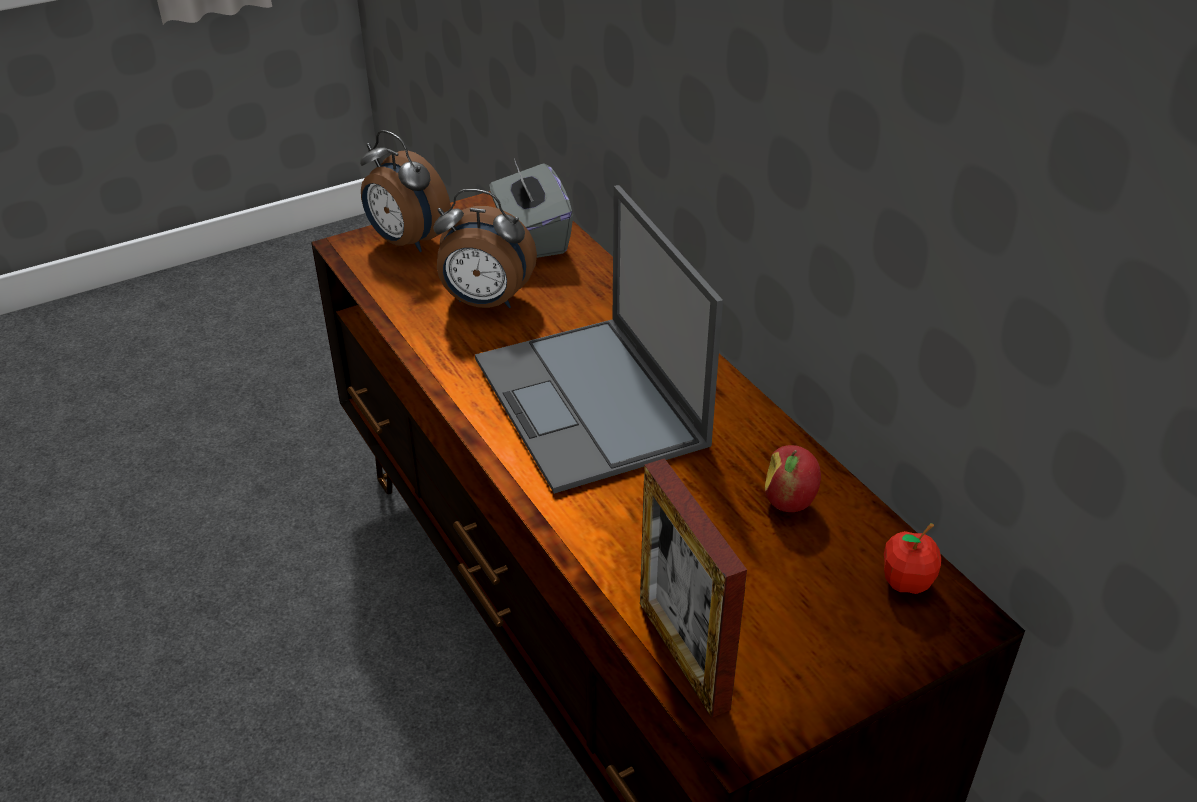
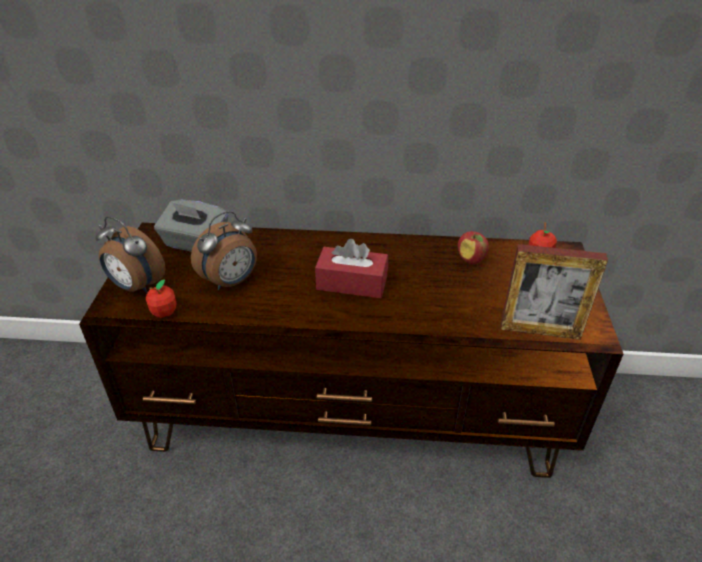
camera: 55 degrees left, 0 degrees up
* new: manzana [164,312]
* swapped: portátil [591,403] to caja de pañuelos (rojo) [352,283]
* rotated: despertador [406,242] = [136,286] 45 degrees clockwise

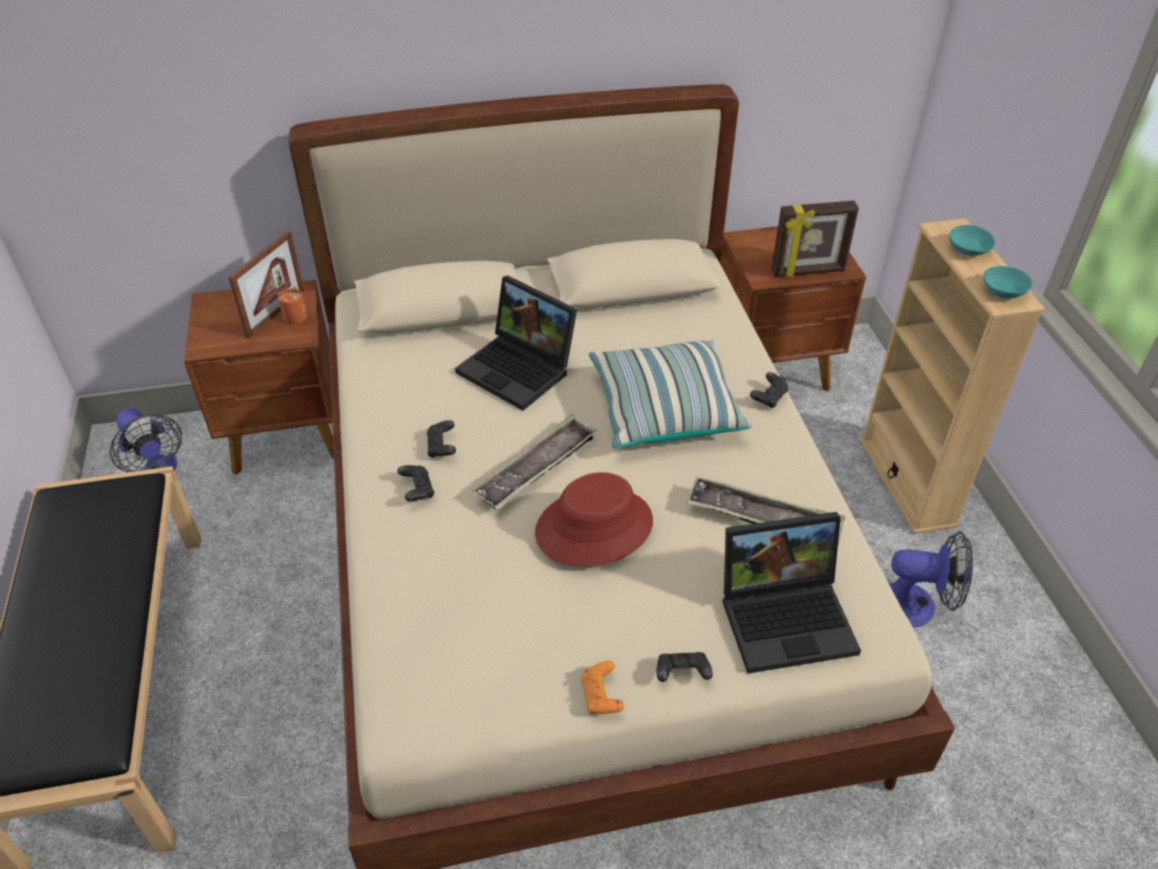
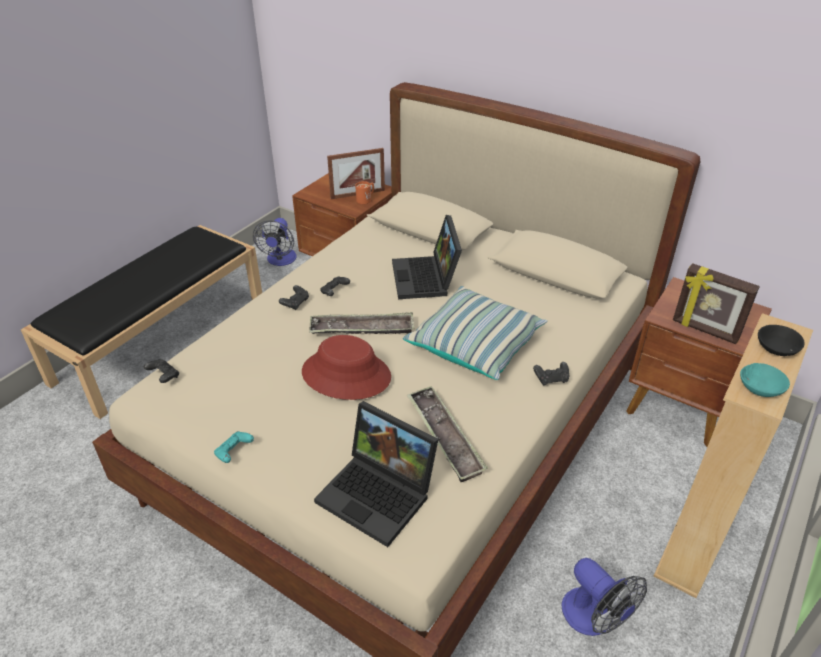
camera: 45 degrees right, 5 degrees down
* shifted: mando de consola (negro) [682,673] to [164,376]
* repainted: mando de consola (naranja) [601,696] to mando de consola (turquesa) [234,452]
* repainted: cuenco (turquesa) [967,249] to cuenco (negro) [776,347]

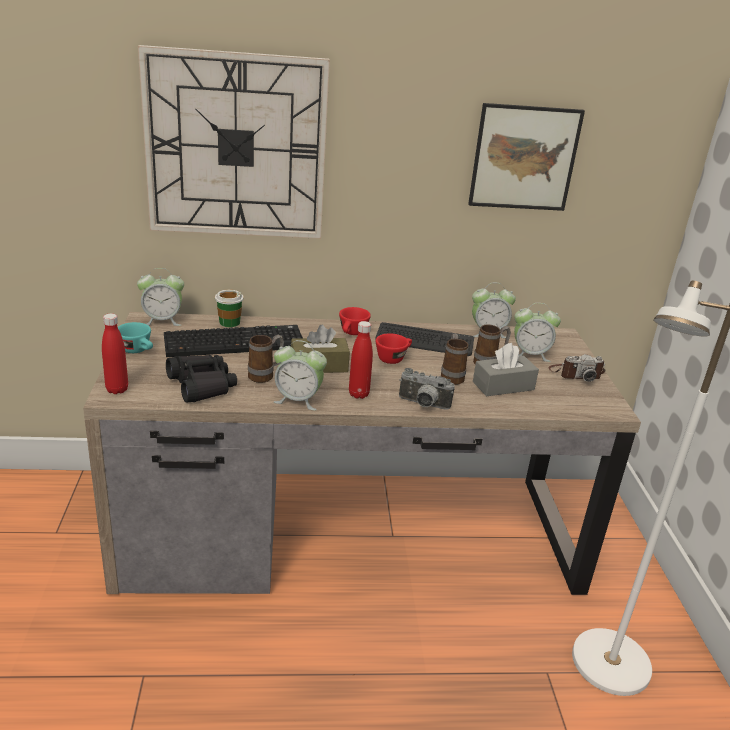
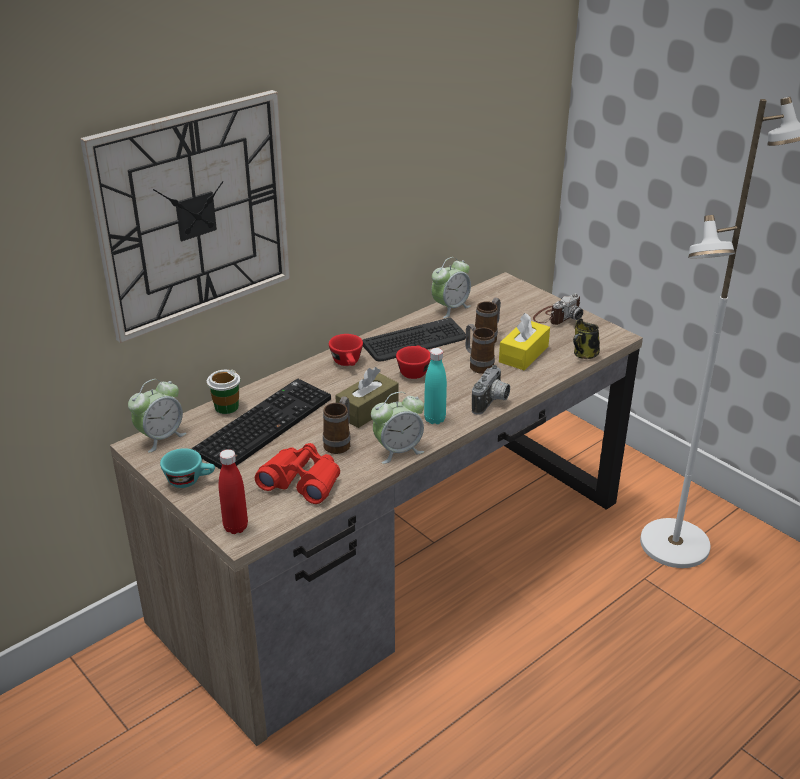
camera: 35 degrees left, 5 degrees up
* gone: cuadro [524,158]
* gone: despertador [530,355]
* new: taza grande [584,355]
* repainted: prismáticos (negro) [202,385] to prismáticos (rojo) [302,482]
* repainted: botella (rojo) [358,394] to botella (turquesa) [434,419]
* repainted: caja de pañuelos (gris) [503,386] to caja de pañuelos (amarillo) [523,354]
* rotated: cámara [423,405] = [492,403] 45 degrees counterclockwise

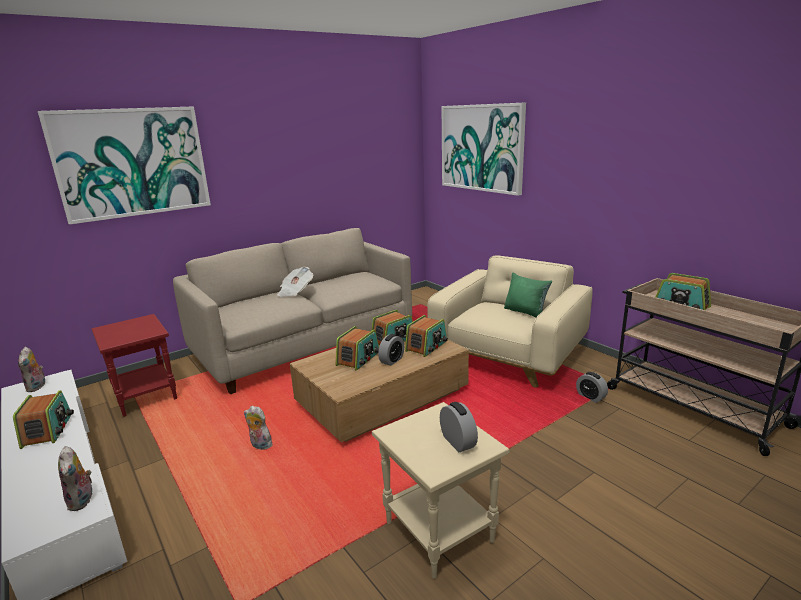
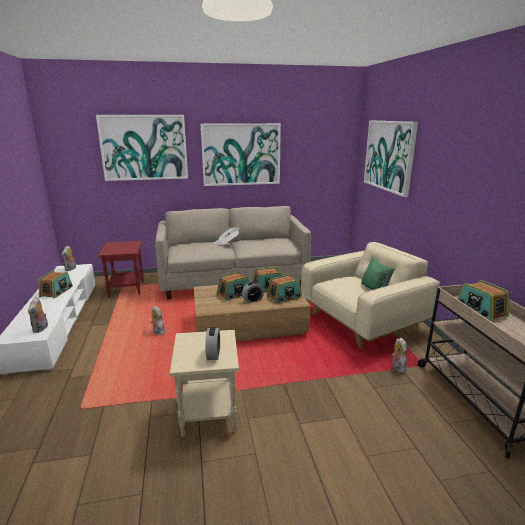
camera: 25 degrees right, 0 degrees up
* new: cuadro [241,154]
* swapped: despertador [590,397] to peluche [397,367]

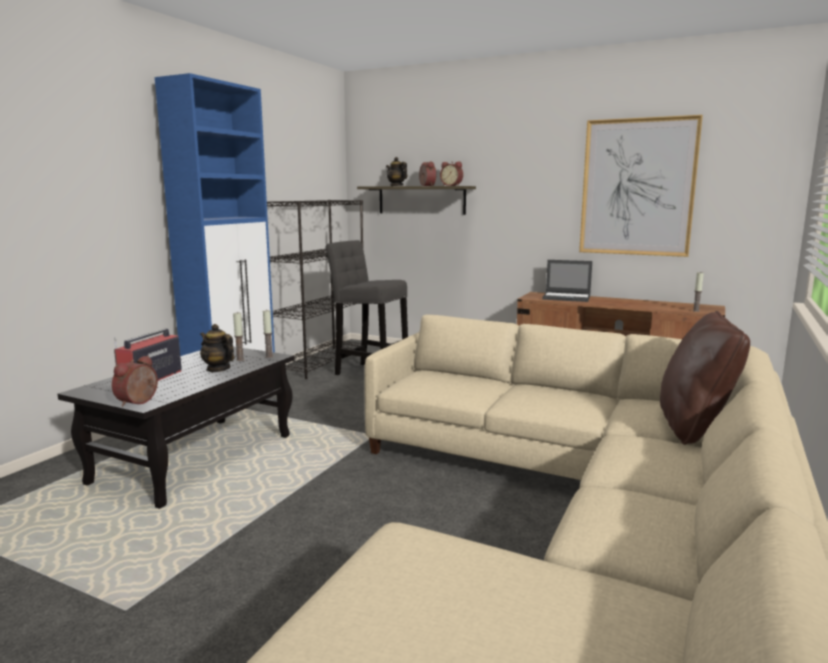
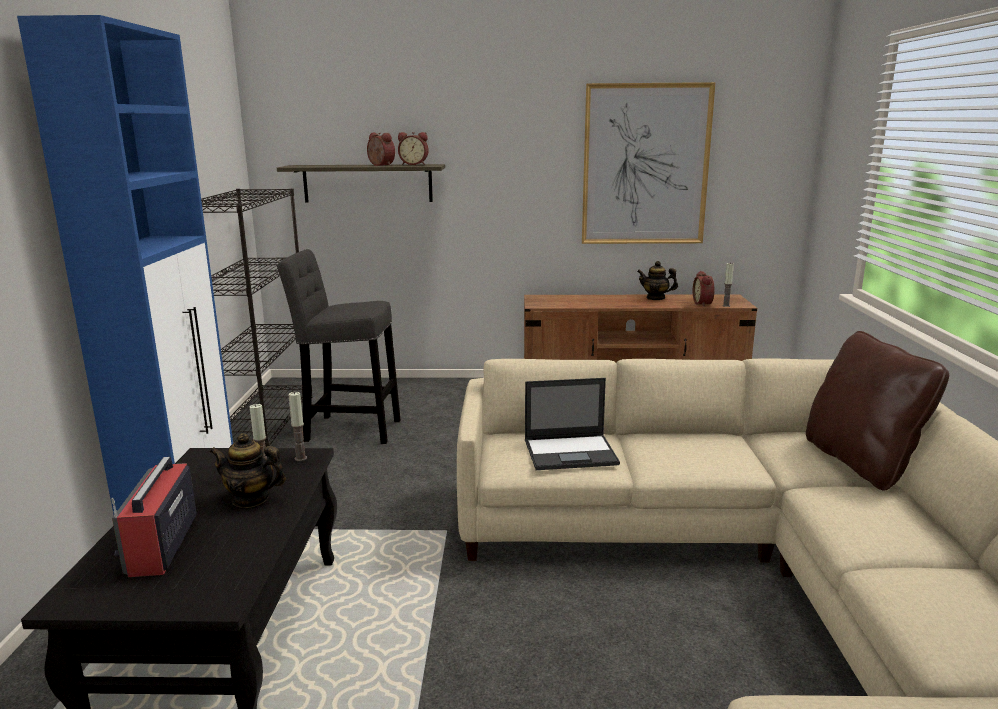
camera: 25 degrees left, 5 degrees up
* shifted: despertador [139,402] to [704,304]
* shifted: tetera [396,186] to [655,298]
* shifted: portátil [567,297] to [571,452]

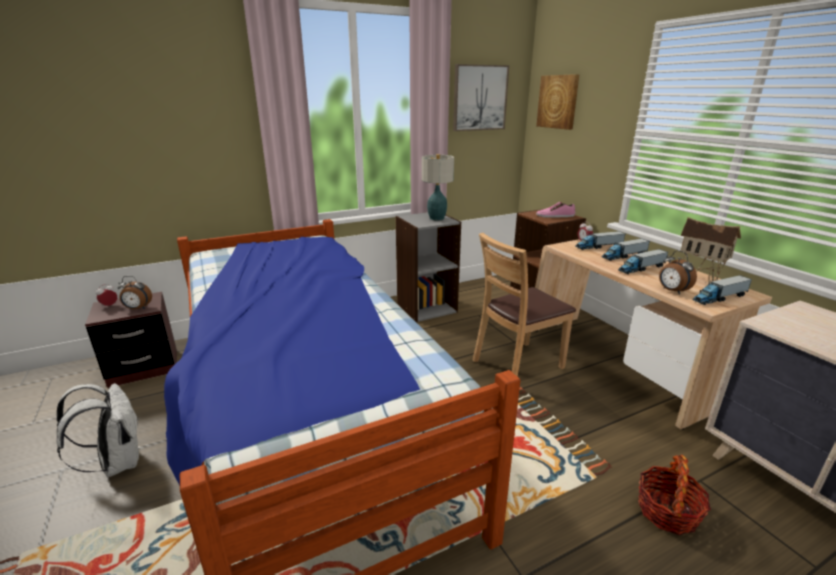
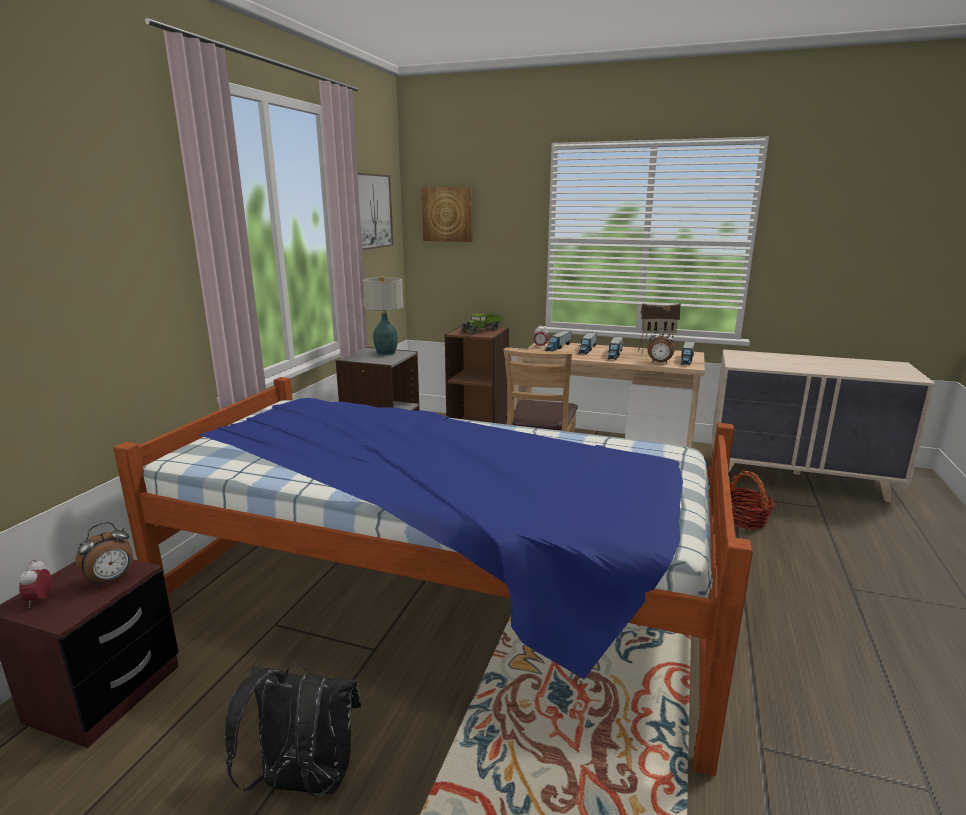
camera: 45 degrees left, 5 degrees down
* swapped: zapato [555,216] to camión de juguete [482,330]
* repainted: mochila (blanco) [117,462] to mochila (negro) [303,782]

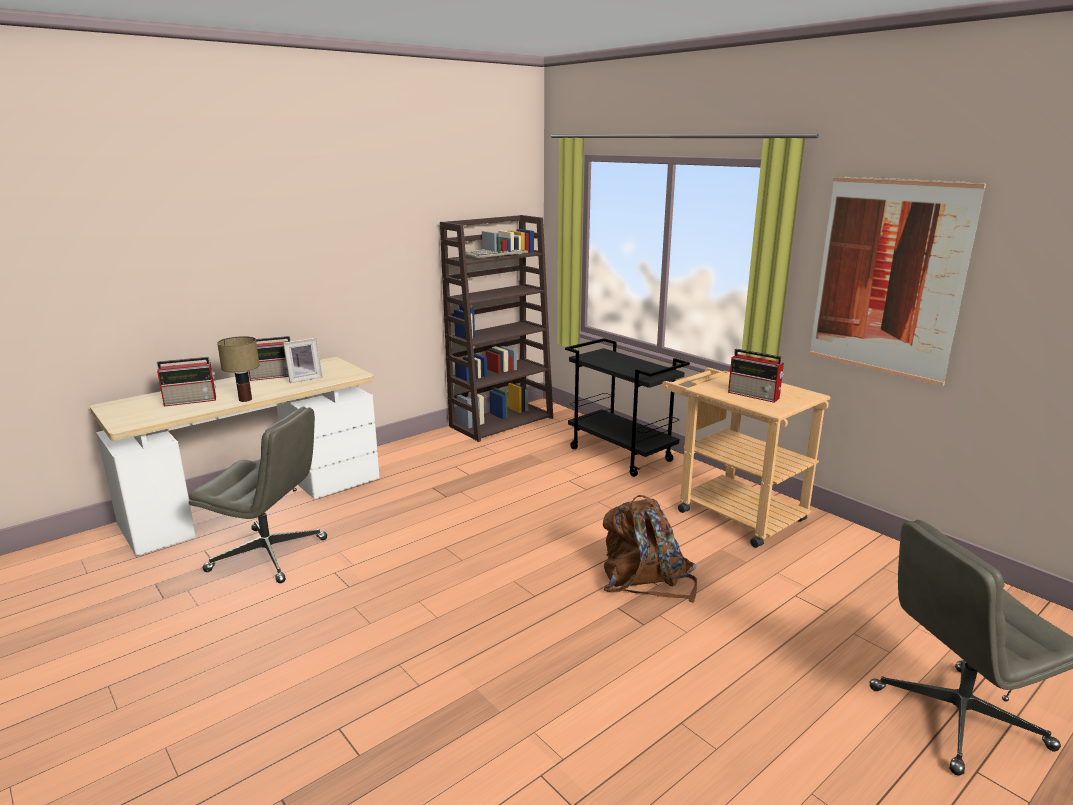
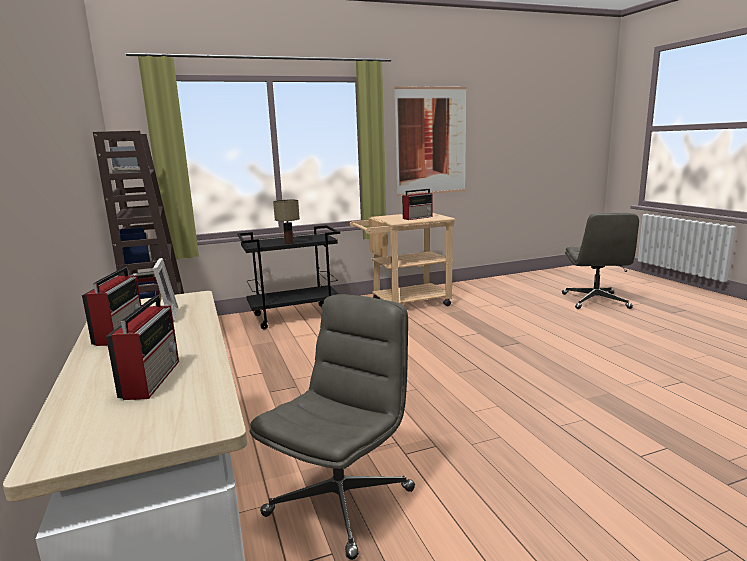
camera: 70 degrees left, 5 degrees down
* gone: mochila (marrón) [645,579]
* shifted: lámpara de mesa [246,399] to [288,243]

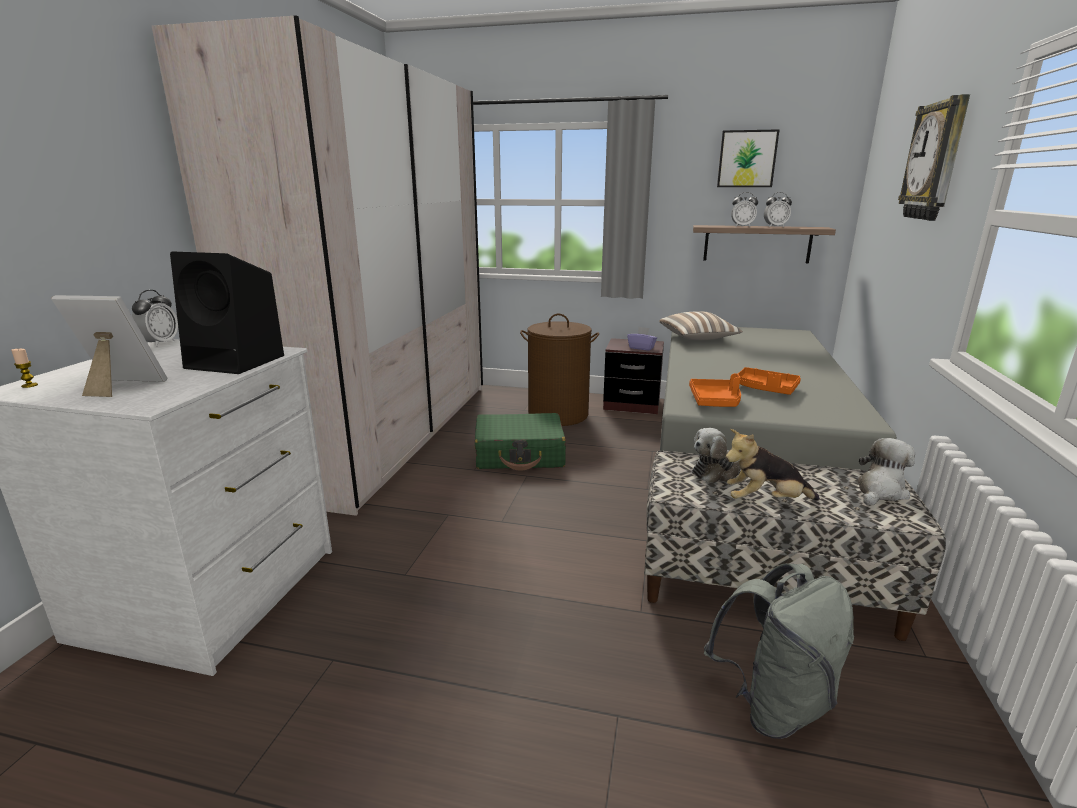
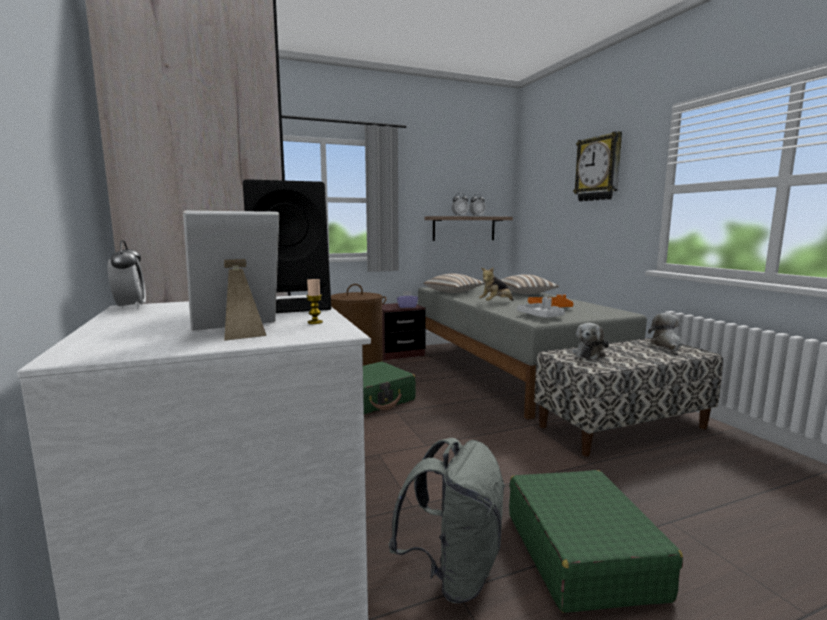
camera: 35 degrees left, 10 degrees down
* gone: cuadro [747,159]
* new: cojín [526,294]
* new: maleta (verde) [582,553]
* shifted: vela [29,385] to [315,322]
* shifted: mochila (gris) [773,704] to [453,573]
* shifted: peluche [765,501] to [496,303]
* repainted: bandeja (naranja) [715,401] to bandeja (blanco) [541,316]

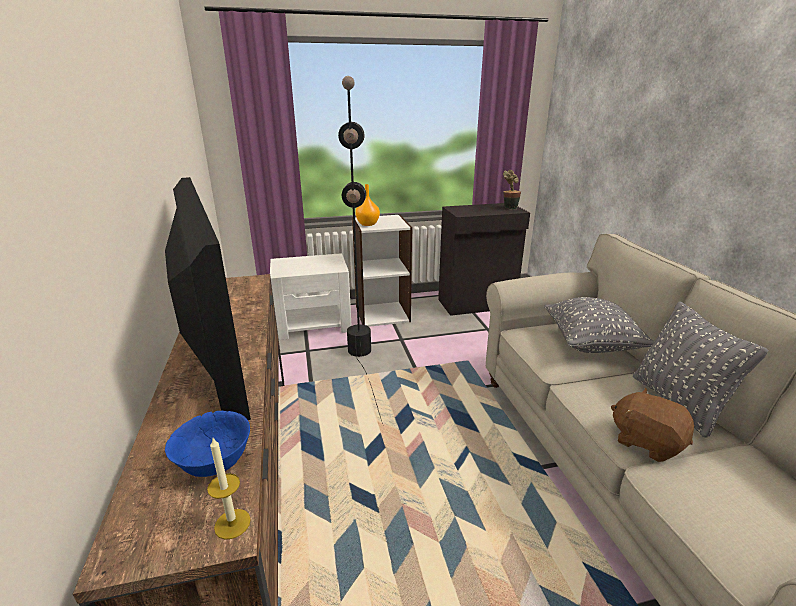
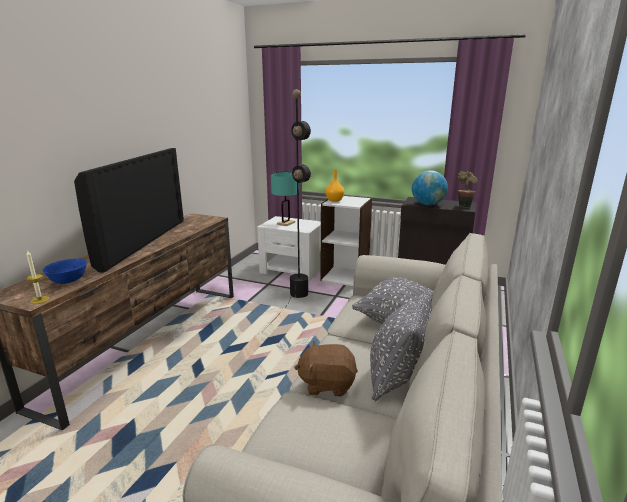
camera: 35 degrees right, 5 degrees down
* new: lámpara de mesa (turquesa) [286,223]
* new: globo terráqueo [427,204]
* rotated: peluche (marrón) [646,441] = [327,384] 75 degrees counterclockwise

